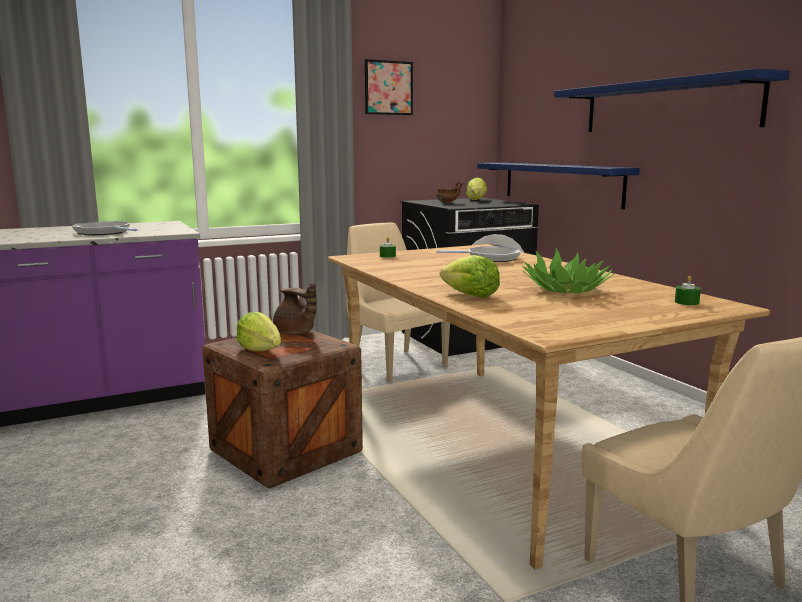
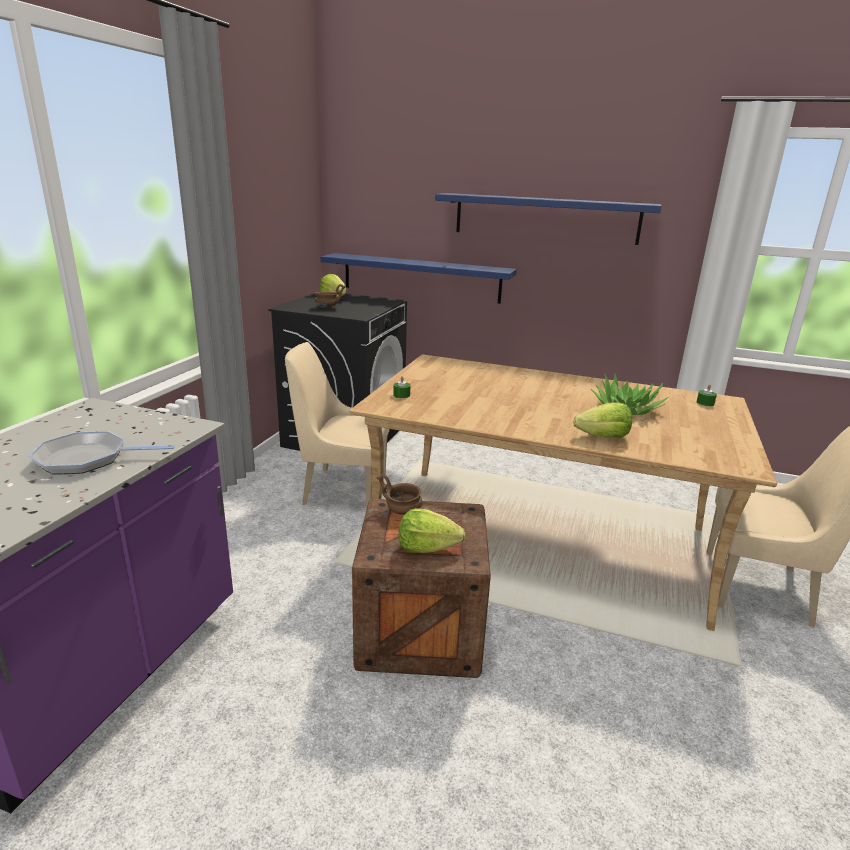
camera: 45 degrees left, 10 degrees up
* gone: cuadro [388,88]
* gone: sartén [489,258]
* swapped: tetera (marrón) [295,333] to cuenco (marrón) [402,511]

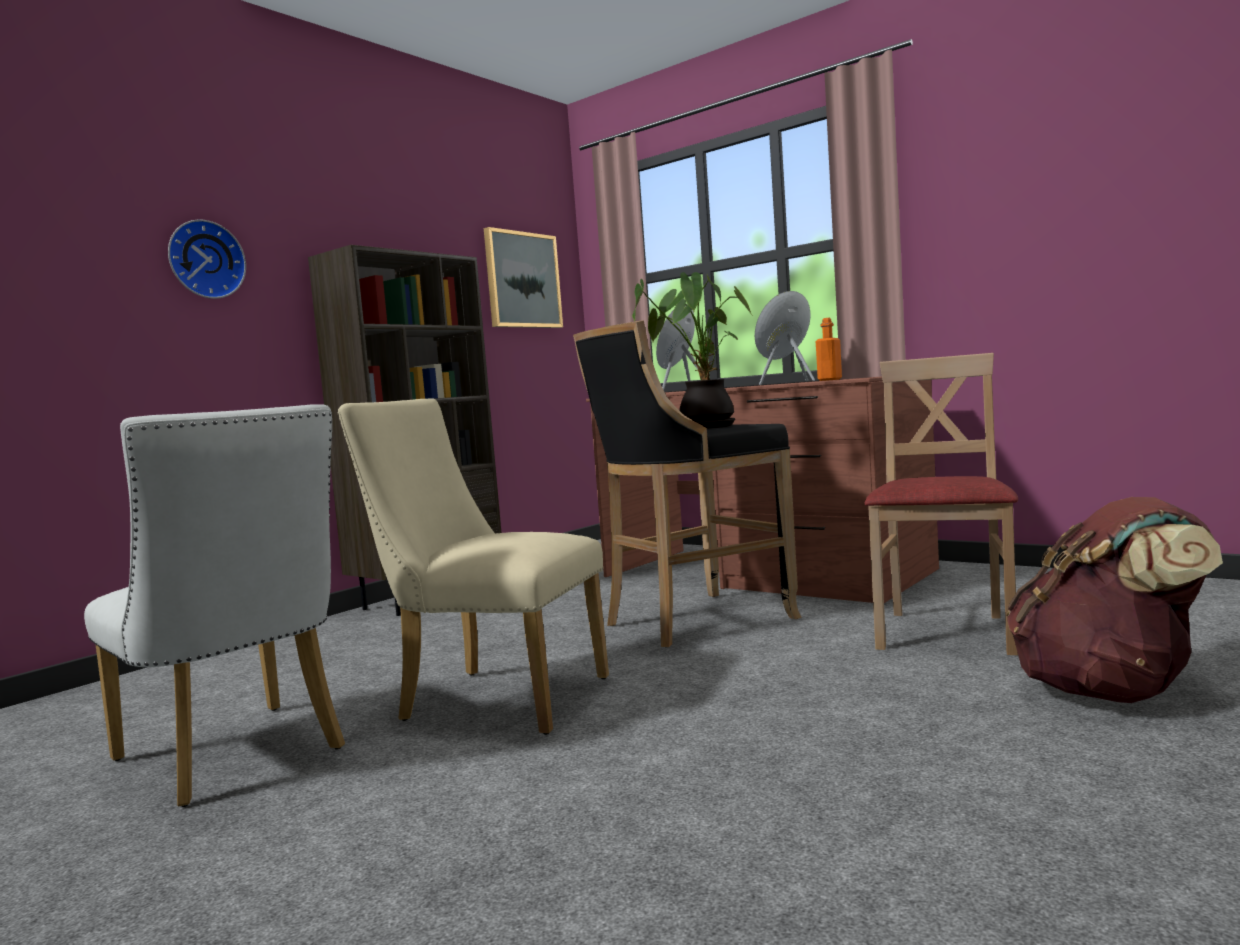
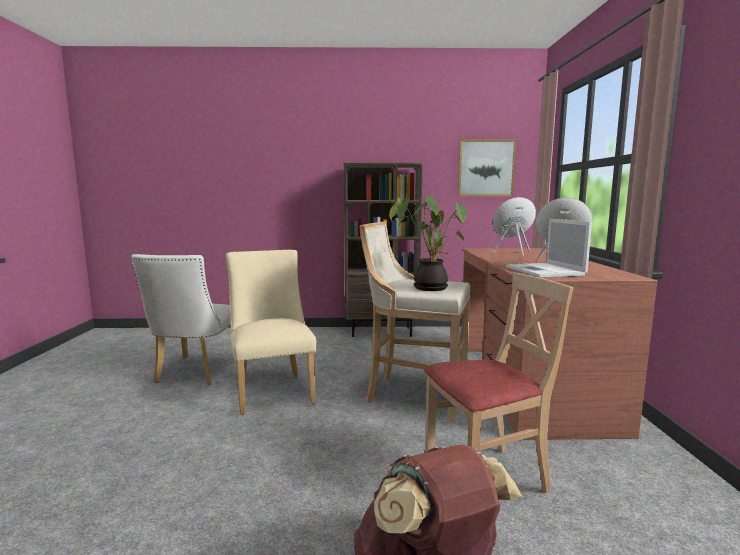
camera: 50 degrees right, 5 degrees up
* gone: reloj de pared [205,260]
* swapped: botella (naranja) [830,380] to portátil [545,271]
* repainted: taburete (negro) [692,621] to taburete (beis) [414,395]

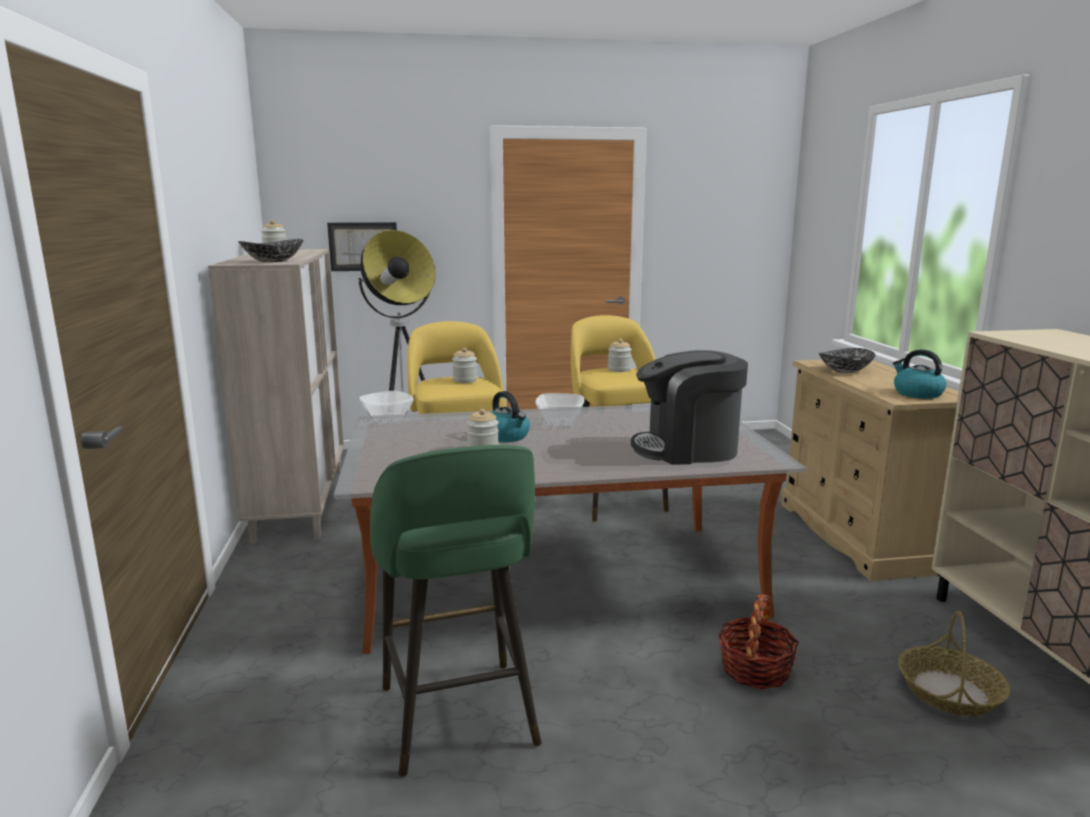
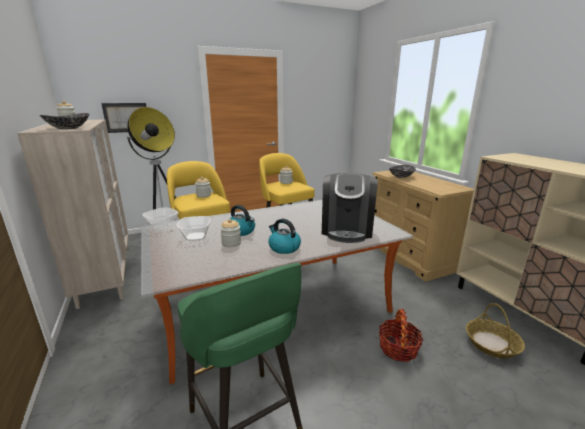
camera: 15 degrees left, 5 degrees up
* shifted: cuenco [559,423] to [195,237]
* shifted: hervidor [916,393] to [284,247]
* rotated: cafetera [687,449] = [347,229] 60 degrees counterclockwise

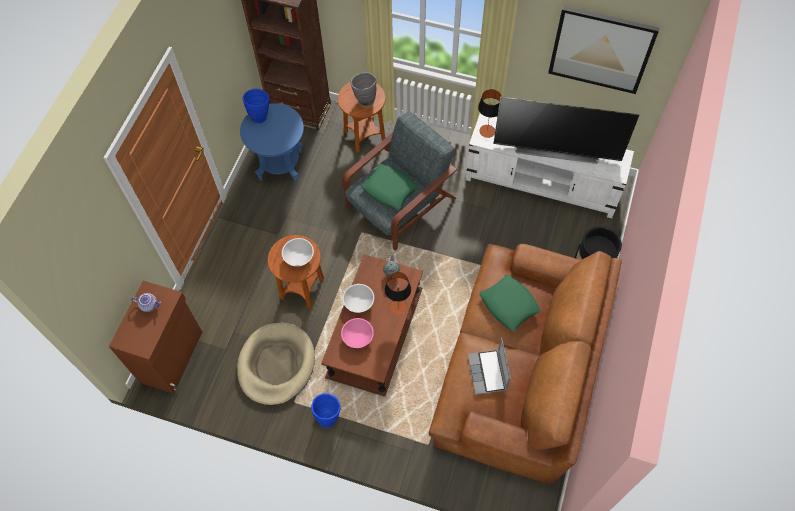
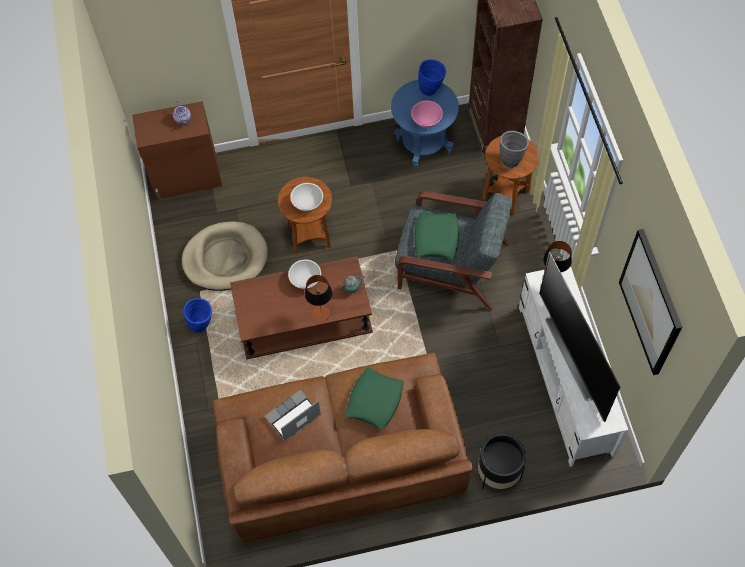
camera: 60 degrees right, 0 degrees up
* shifted: cuenco (rosa) [357,337] to [426,120]

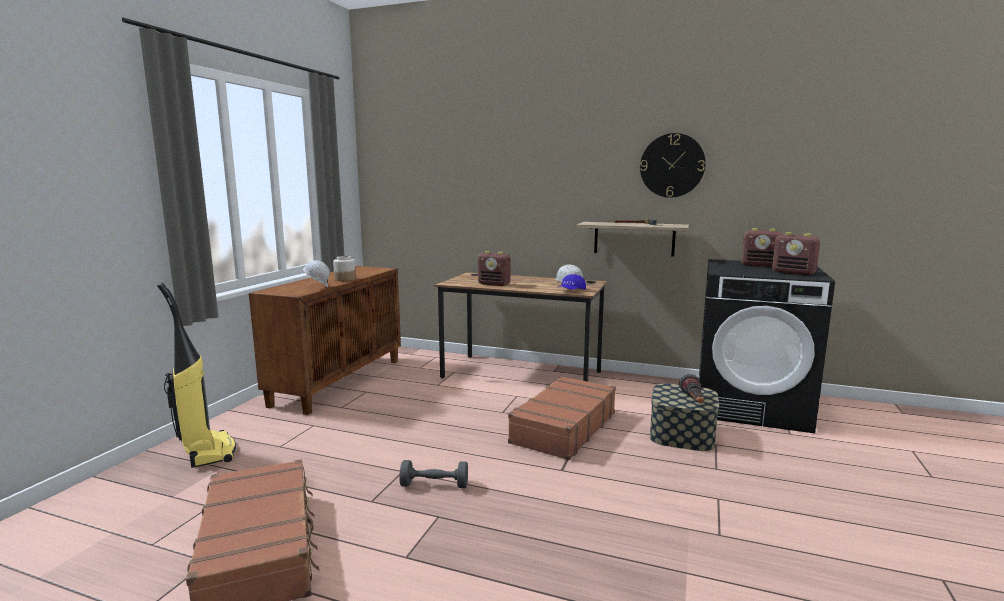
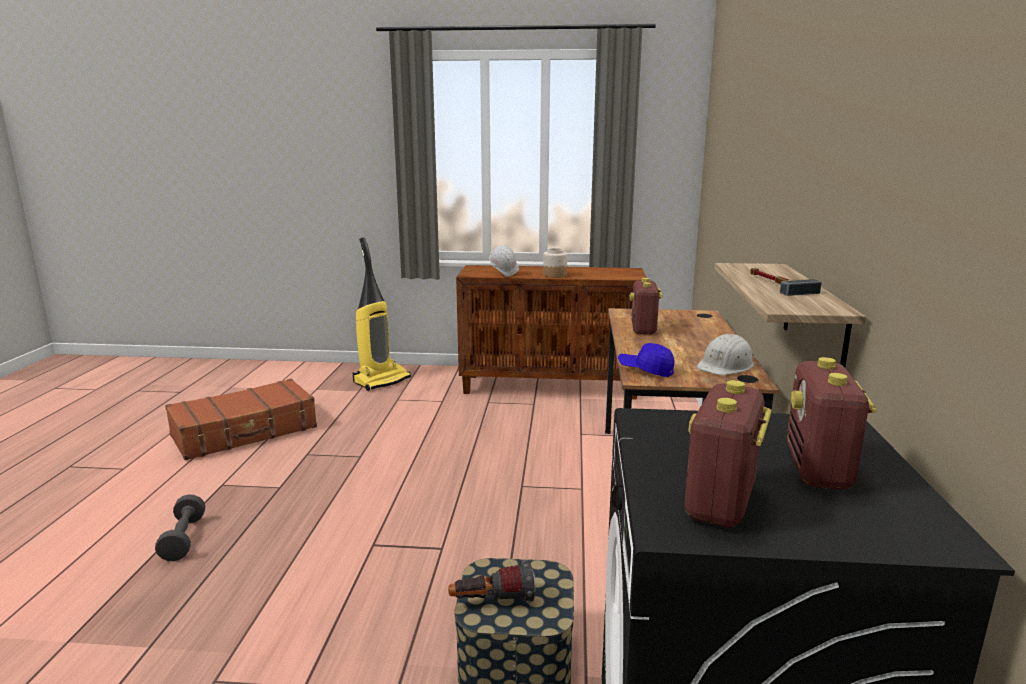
camera: 75 degrees right, 5 degrees up
* gone: maleta (marrón) [563,428]
* gone: reloj de pared [672,165]
* shifted: mancuerna (gris) [434,485] to [183,539]

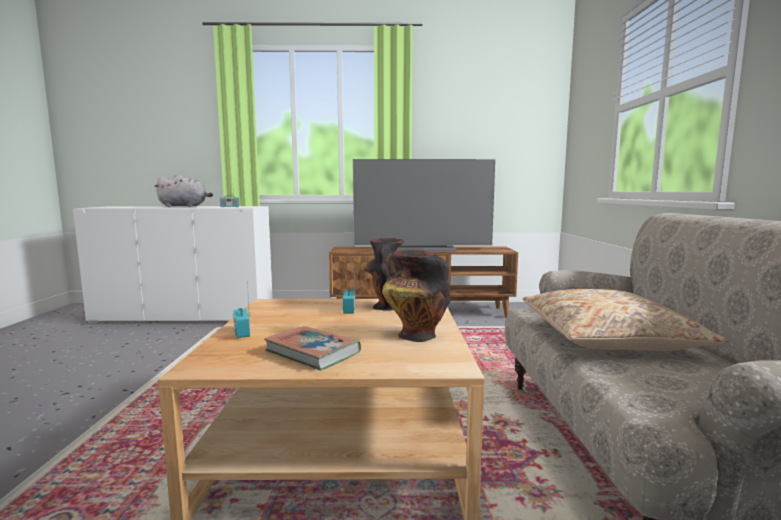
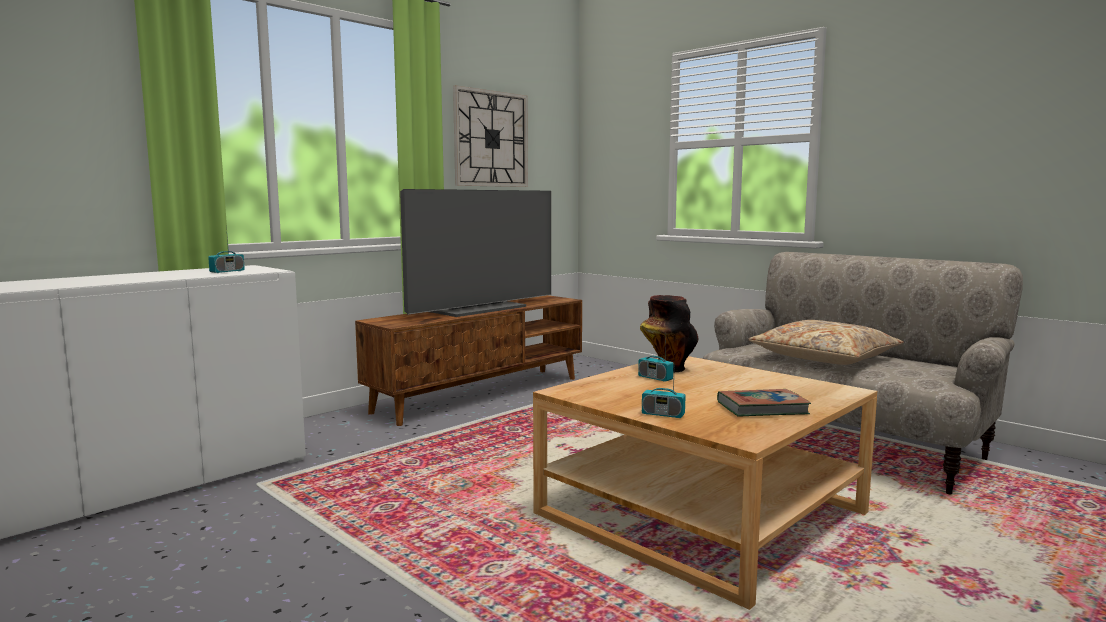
camera: 45 degrees left, 0 degrees up
* gone: peluche (gris) [185,206]
* gone: florero [415,335]
* new: reloj de pared [491,139]

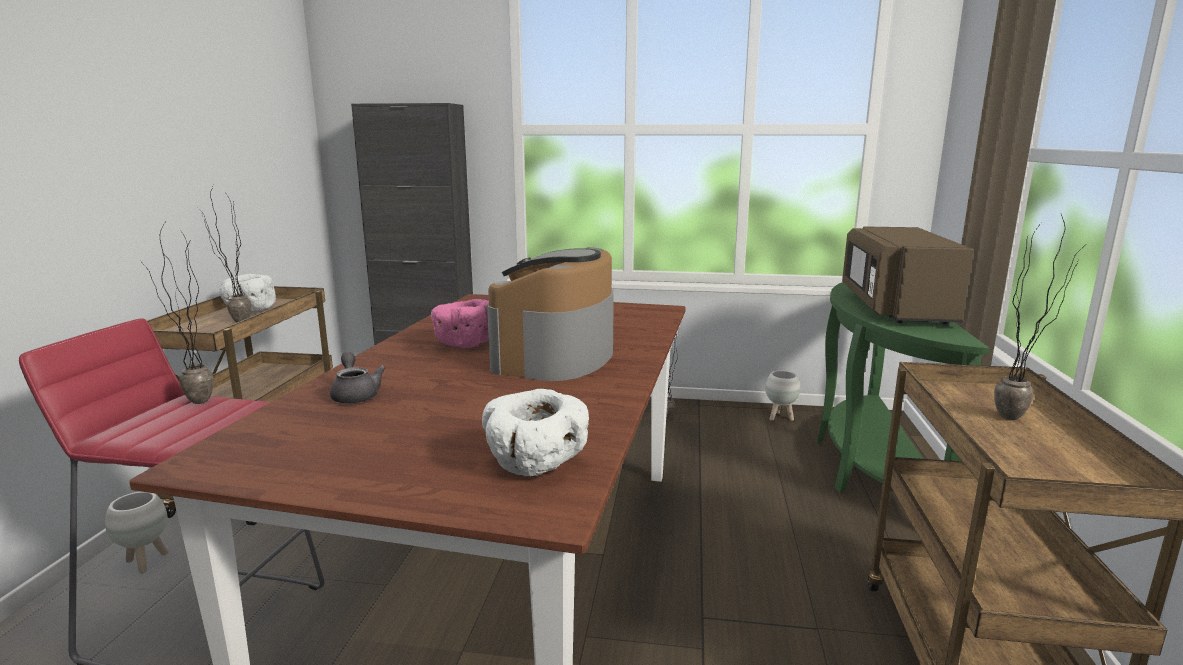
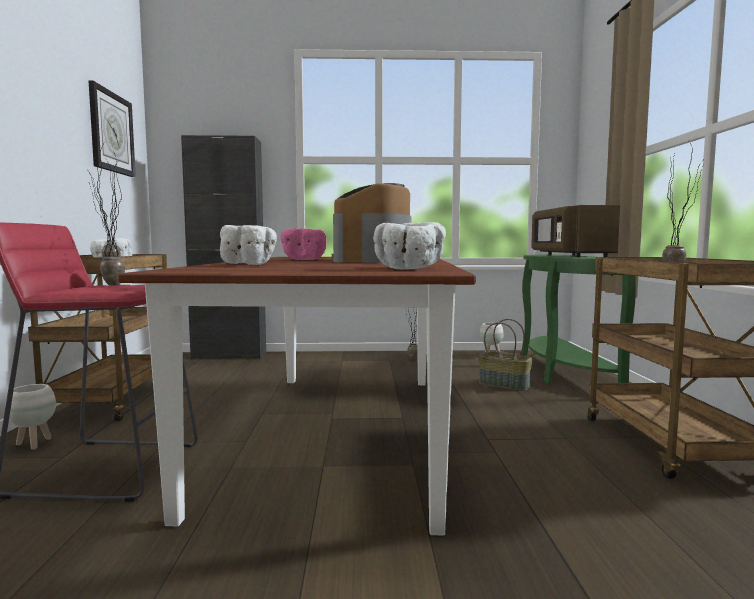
camera: 10 degrees left, 10 degrees down
* new: reloj de pared [111,132]
* new: cesta [505,385]
* swapped: tetera (gris) [355,395] to cuenco (blanco) [248,264]

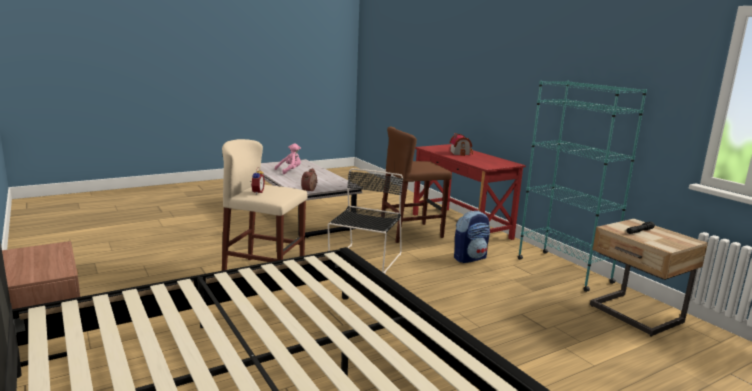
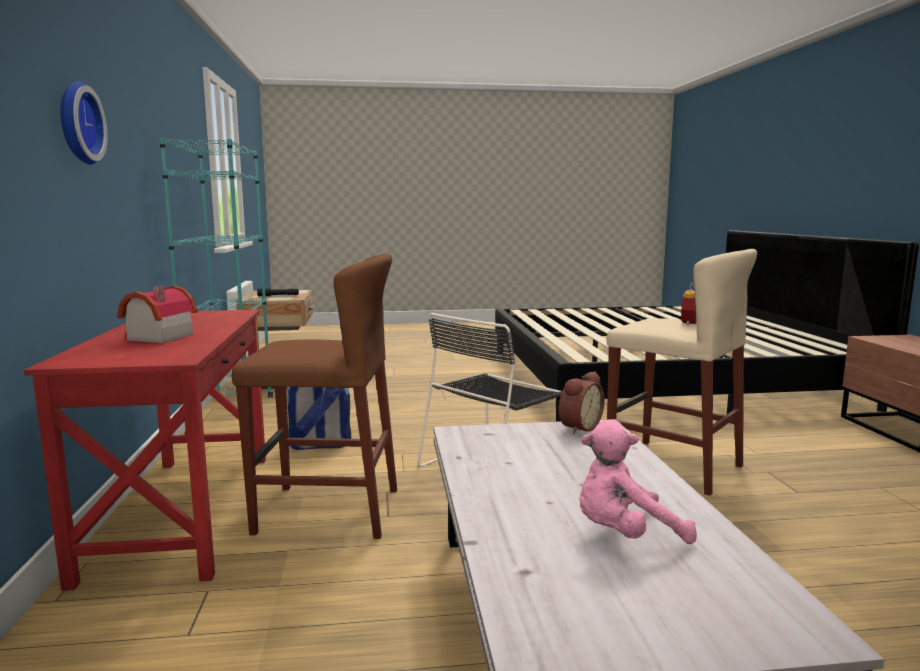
camera: 155 degrees left, 5 degrees down
* new: reloj de pared [76,123]

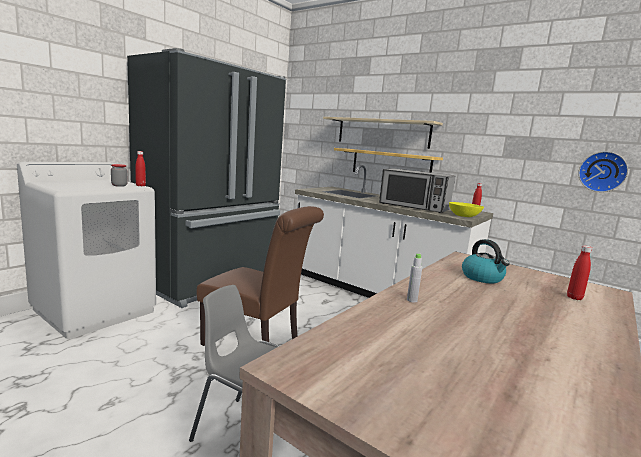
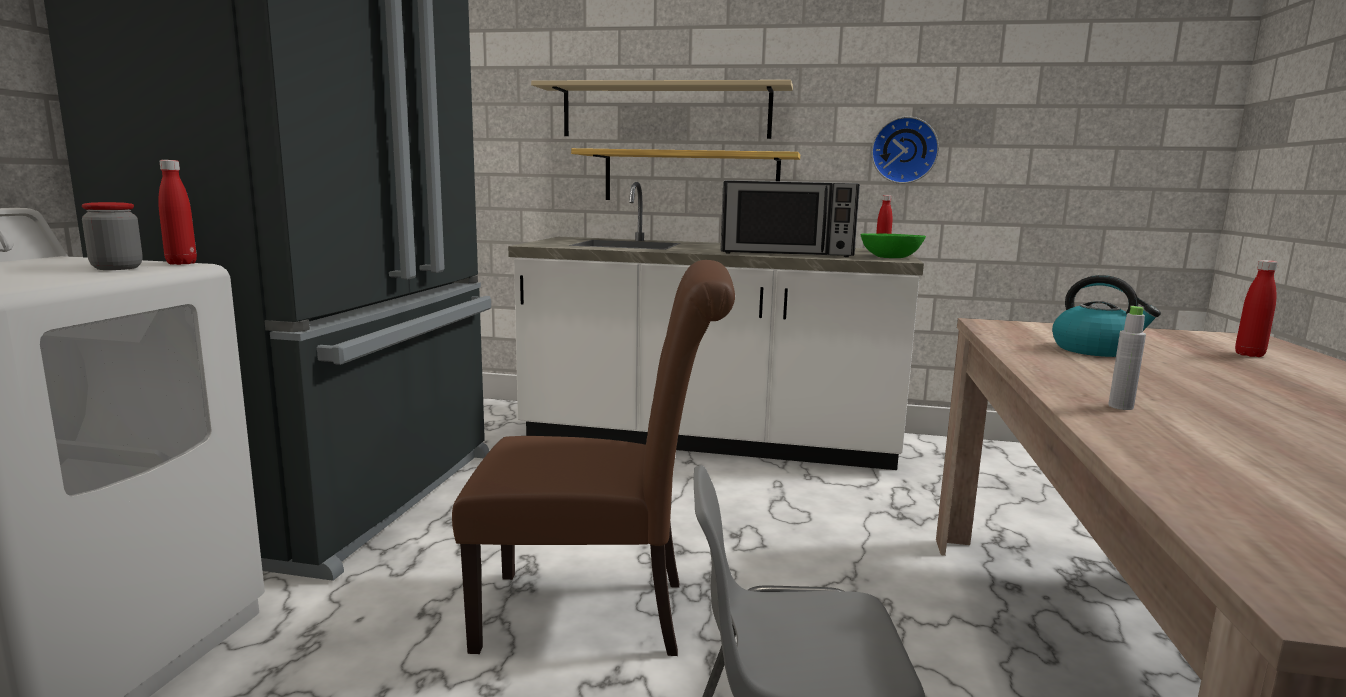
camera: 25 degrees left, 0 degrees up
* shifted: reloj de pared [602,171] to [904,150]
* repainted: cuenco (amarillo) [464,216] to cuenco (verde) [891,257]

